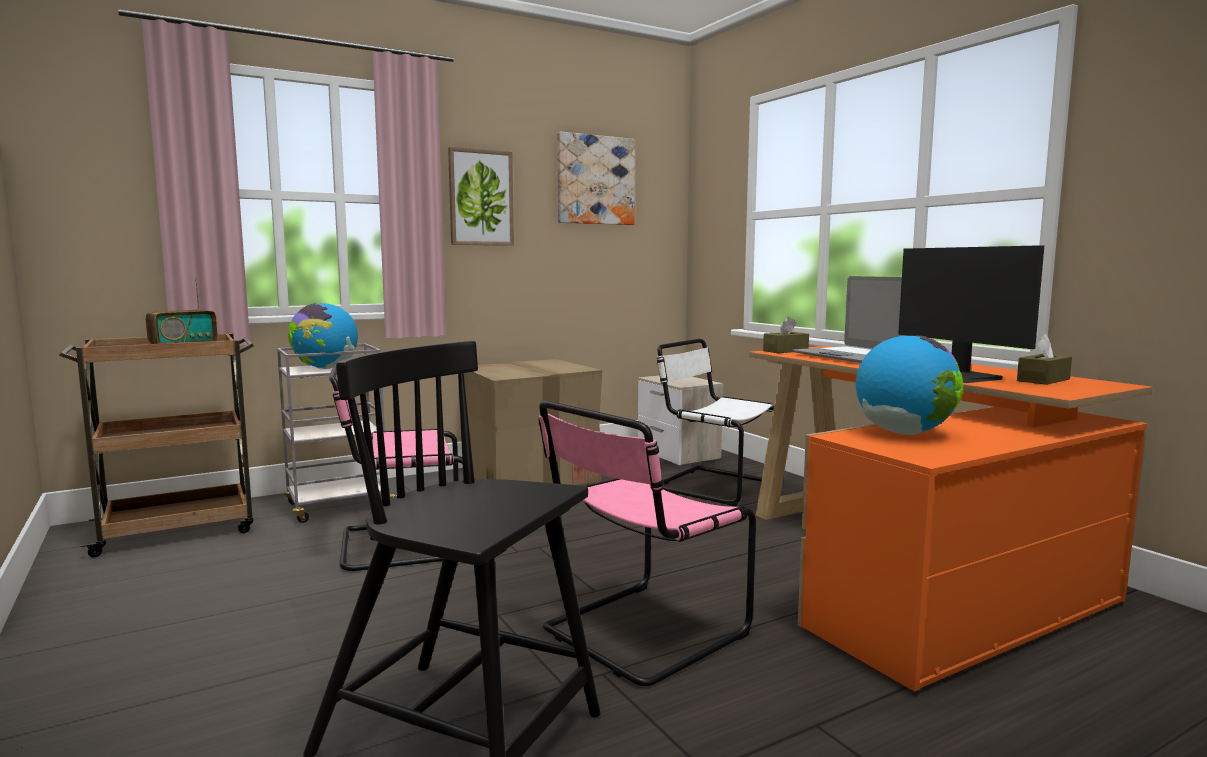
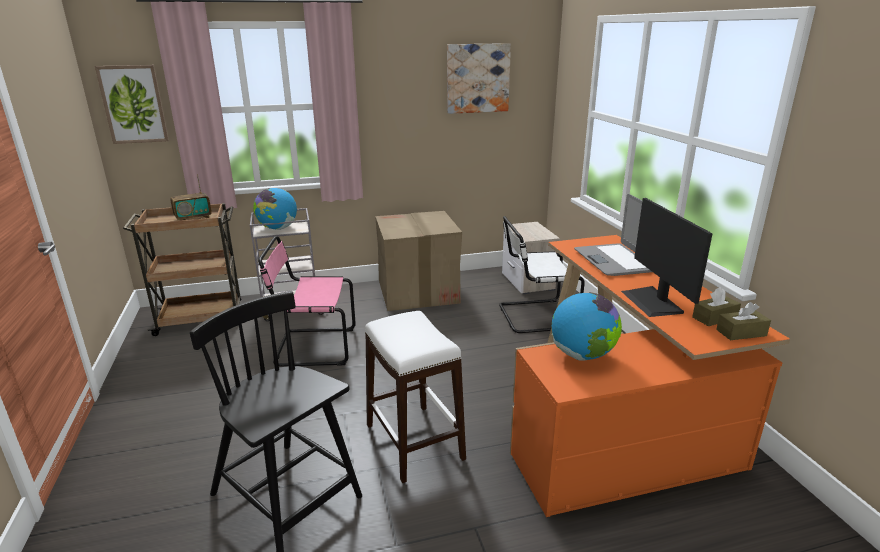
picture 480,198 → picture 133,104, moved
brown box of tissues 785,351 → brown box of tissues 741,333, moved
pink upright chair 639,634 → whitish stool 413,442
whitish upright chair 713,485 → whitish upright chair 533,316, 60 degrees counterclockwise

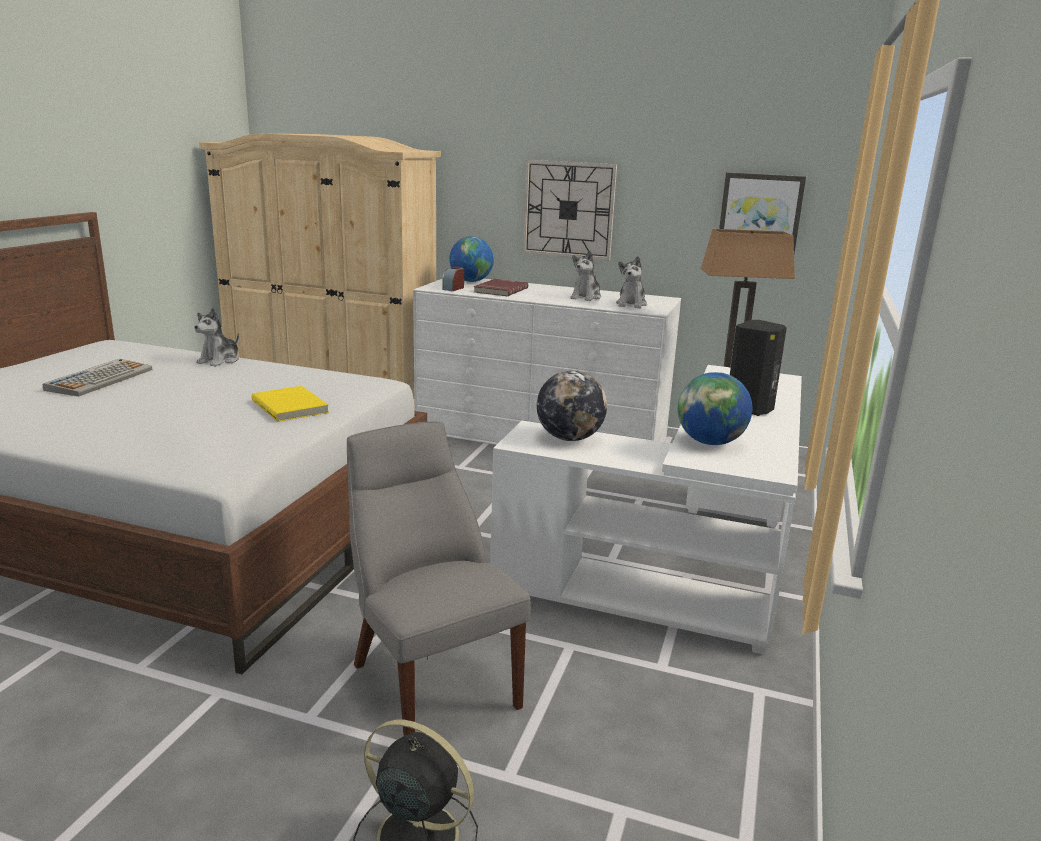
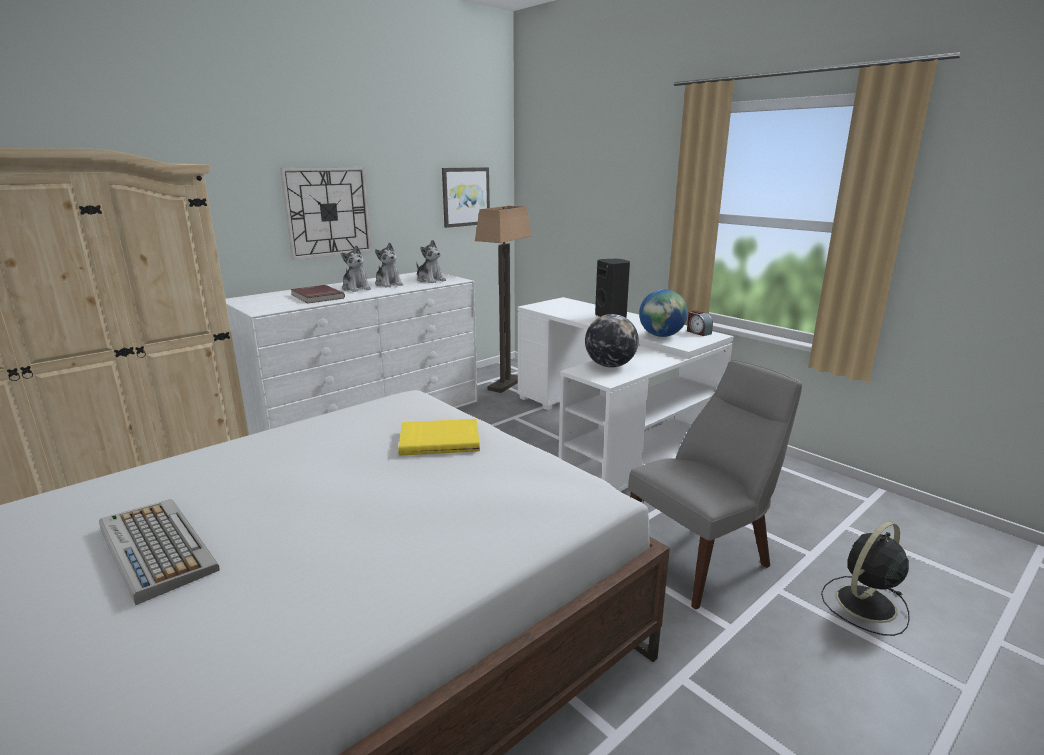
world globe 471,281 → -
plush toy 220,360 → plush toy 356,288, moved
table clock 453,288 → table clock 698,332, moved
greyish upright chair 430,681 → greyish upright chair 702,559, 150 degrees clockwise

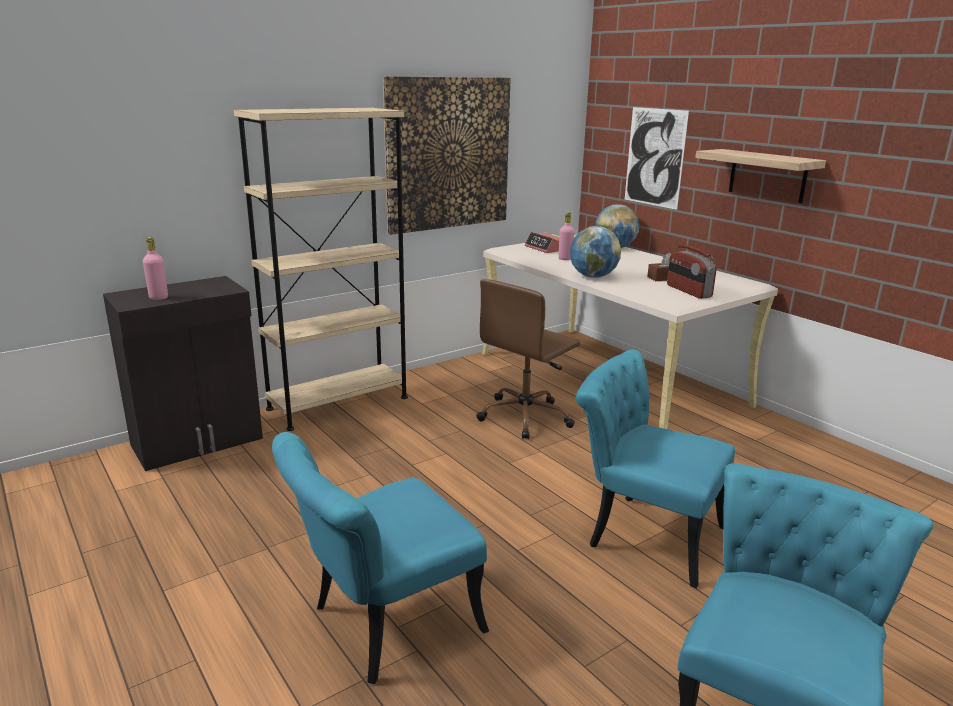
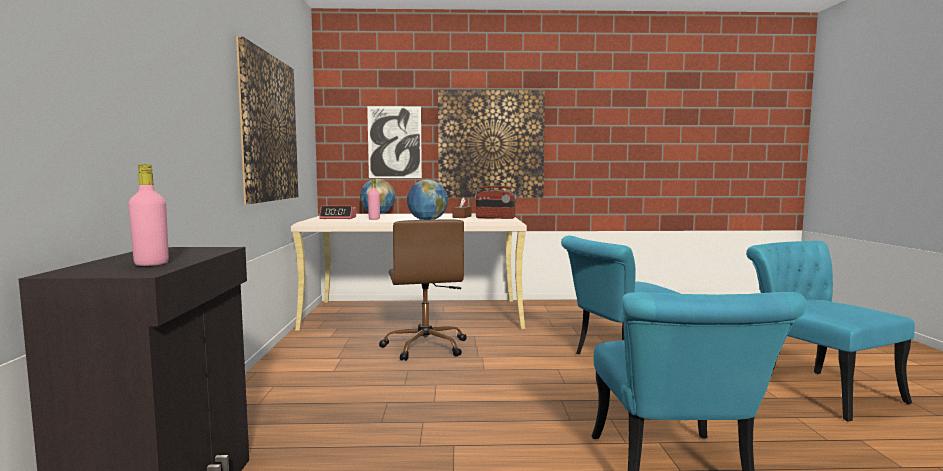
beige shelving unit 338,403 → -
bracket shelf 767,175 → picture 491,144

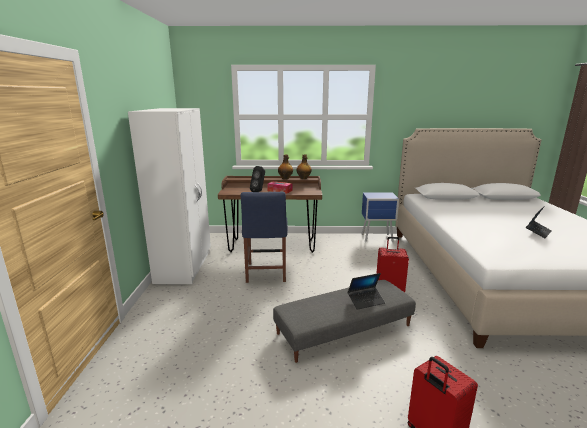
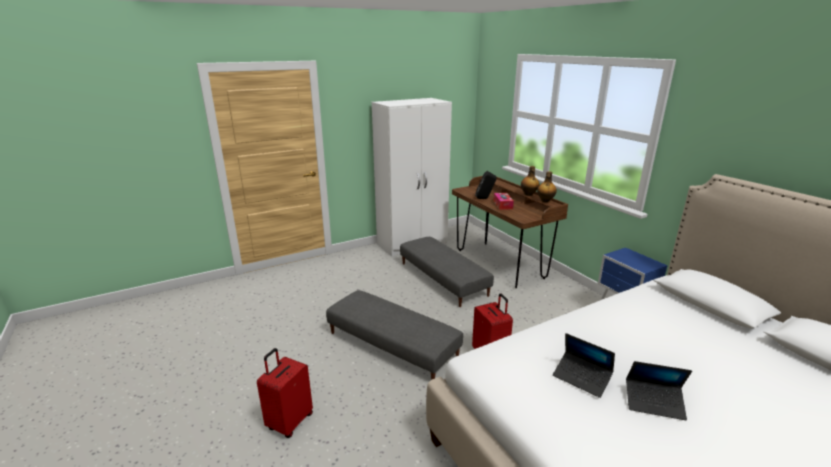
portable computer 366,301 → portable computer 581,378, moved
blue-coloured upright chair 266,273 → greyish ottoman 442,279

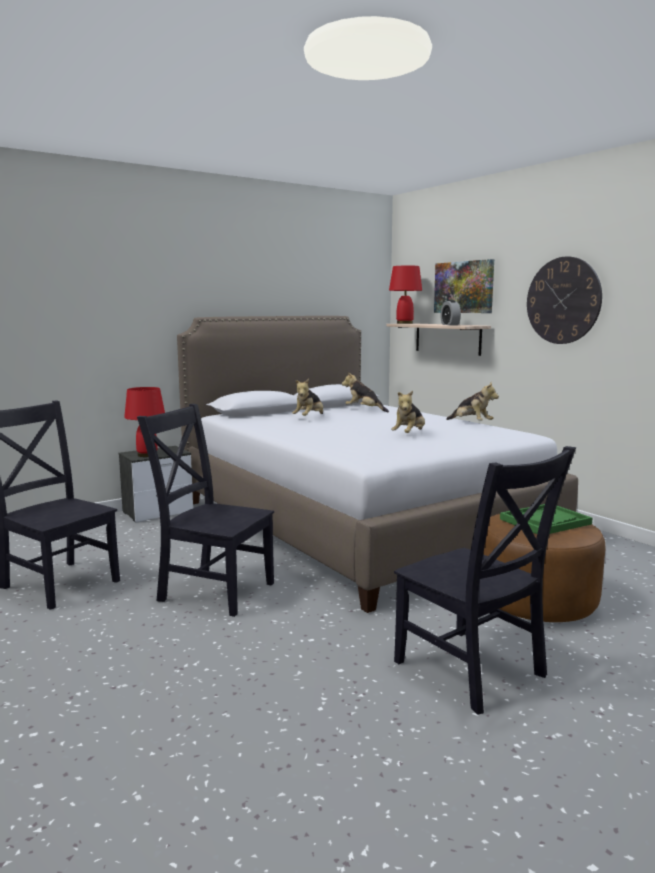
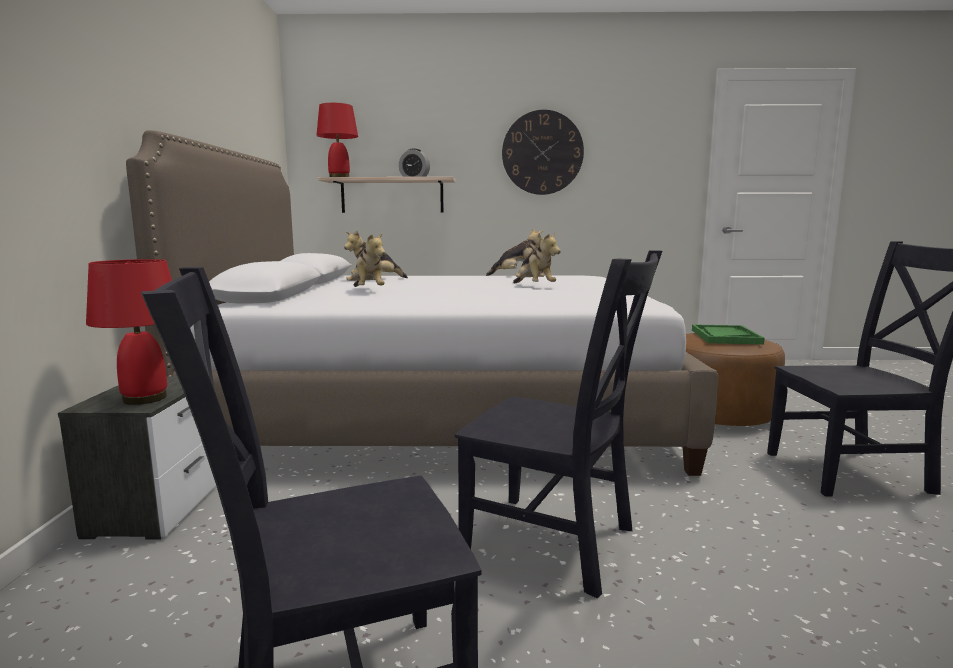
picture 464,287 → -
black upright chair 213,590 → black upright chair 556,544, 120 degrees counterclockwise

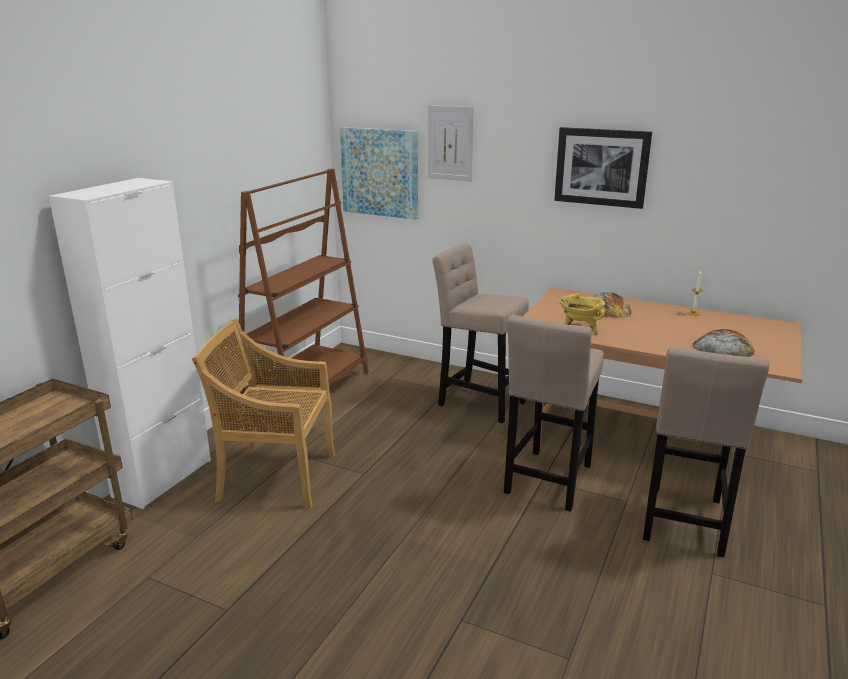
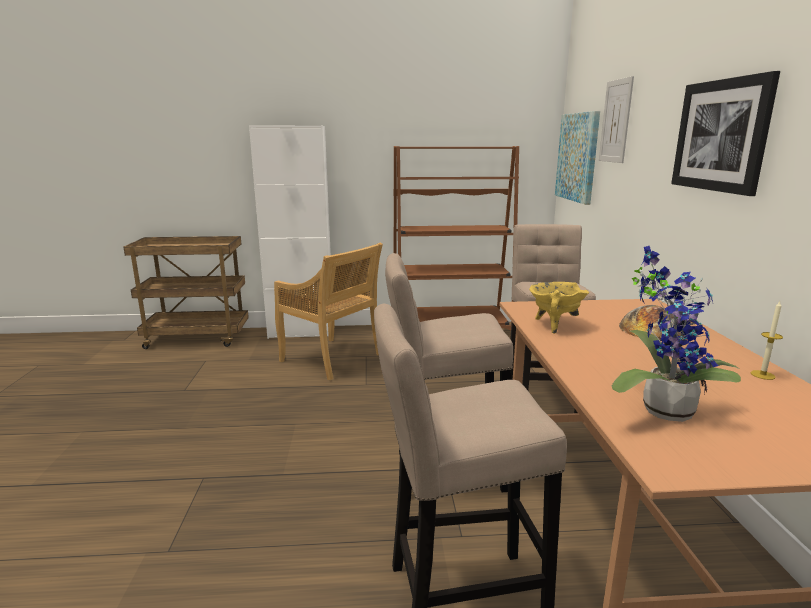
bakery bread 723,348 → potted plant 661,408
beige upright chair 275,476 → beige upright chair 332,359, 150 degrees clockwise

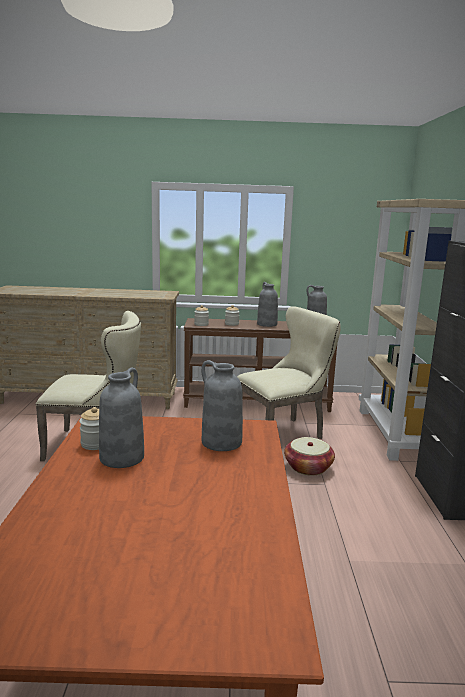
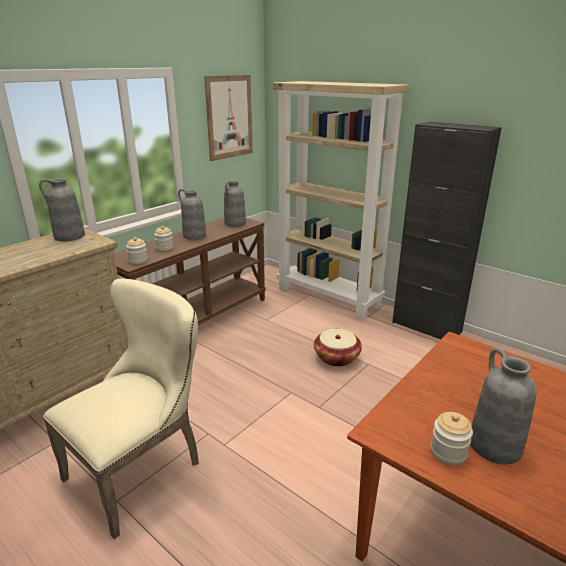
beige upright chair 284,433 → -
- → picture 229,117
greyish decorative vase 220,442 → greyish decorative vase 69,236, moved

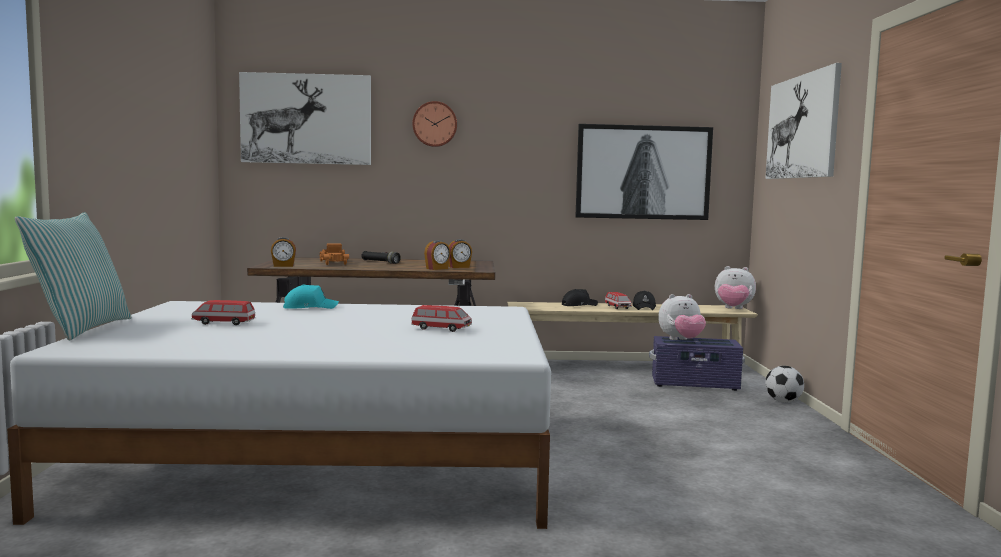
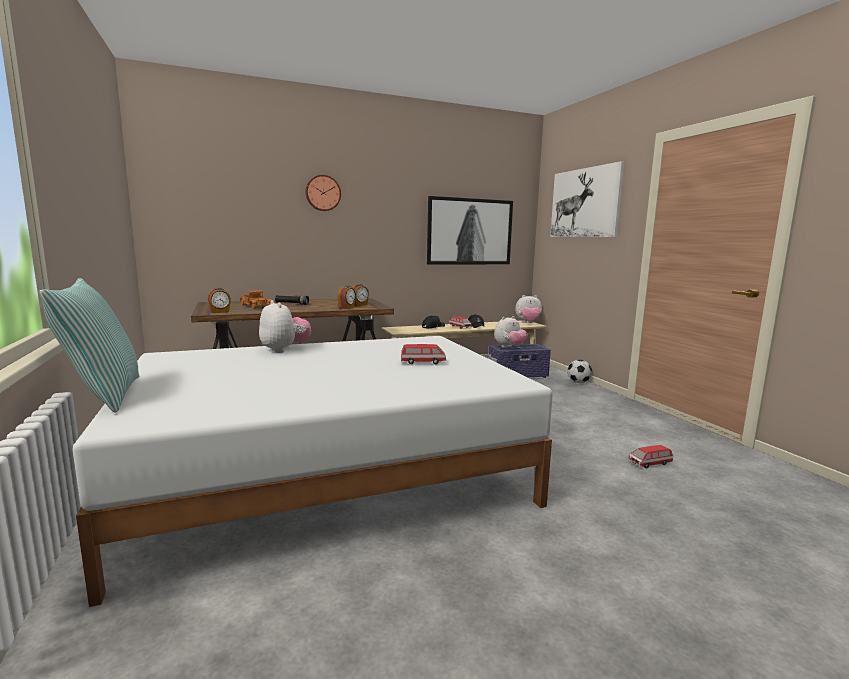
picture 306,119 → -
model car 224,323 → model car 649,463, moved
turquoise cap 309,307 → plush toy 284,350

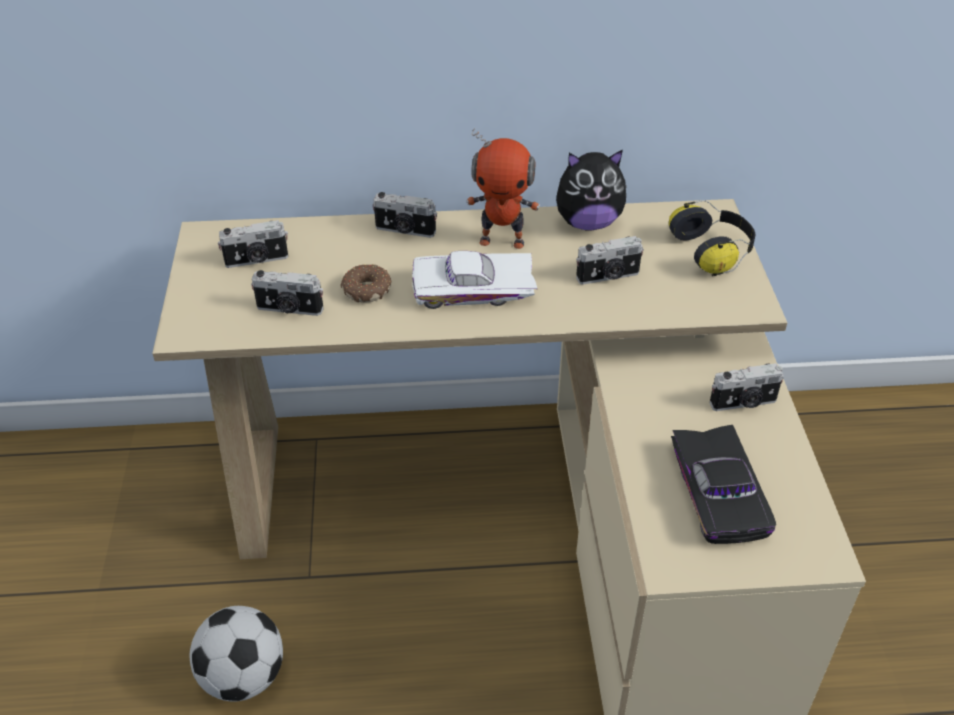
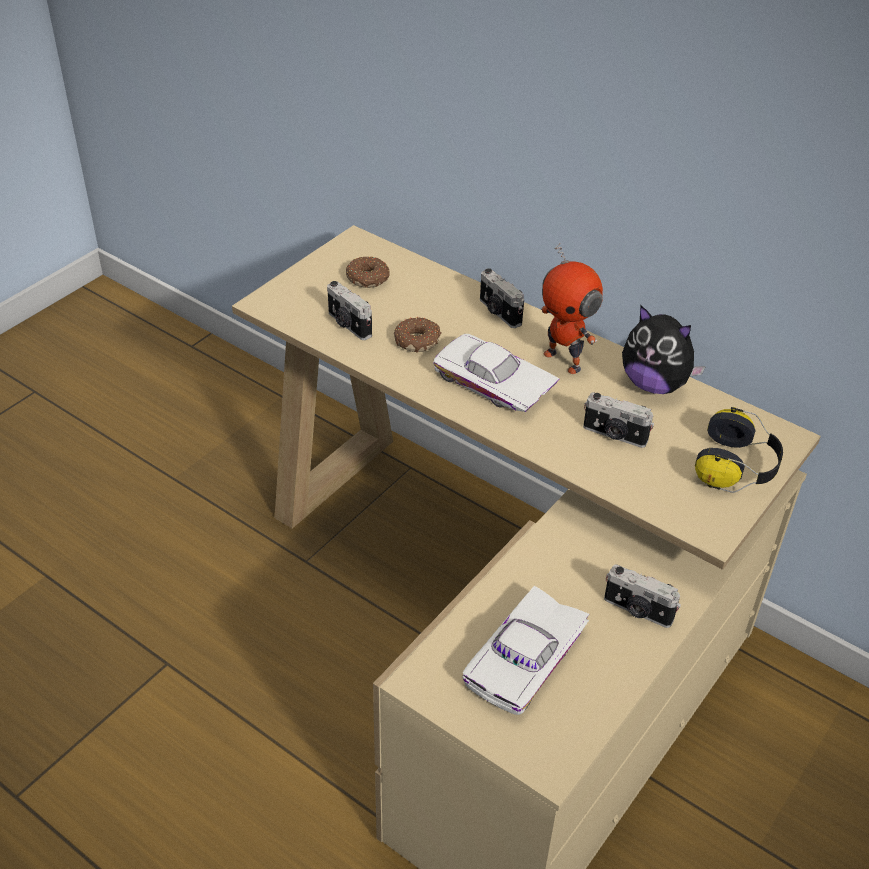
ball for football 243,678 → -
photo camera 257,260 → donut 368,278
black model car 722,492 → whitish model car 528,661

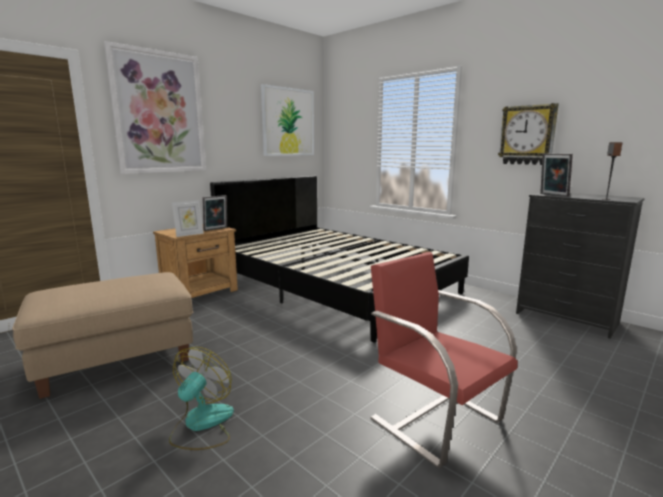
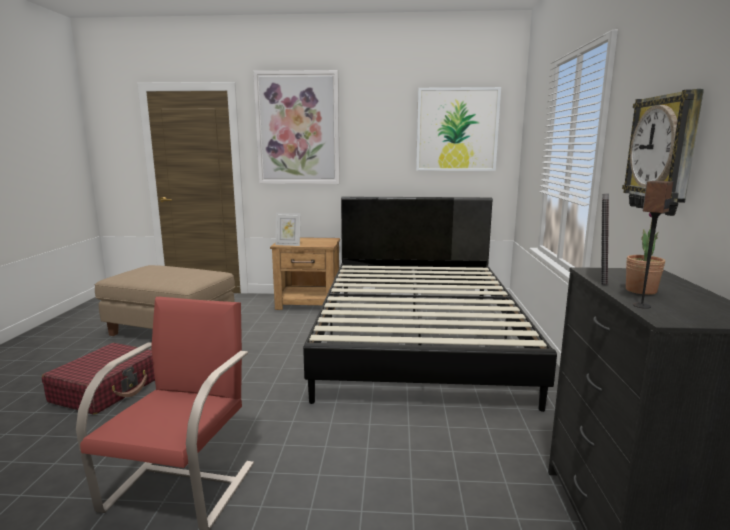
standing frame 216,229 → -
- → potted plant 641,290
electric fan 201,425 → red-coloured piece of luggage 108,389

